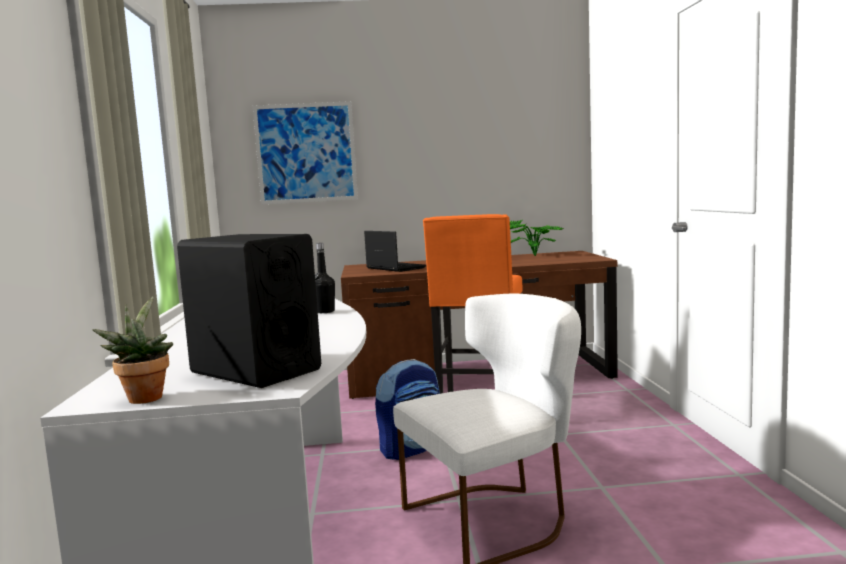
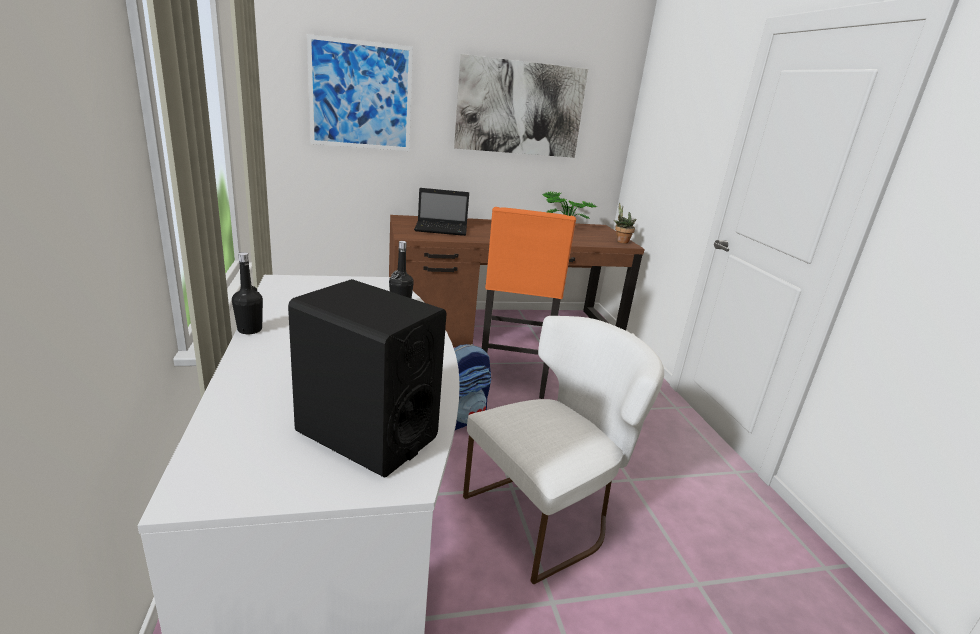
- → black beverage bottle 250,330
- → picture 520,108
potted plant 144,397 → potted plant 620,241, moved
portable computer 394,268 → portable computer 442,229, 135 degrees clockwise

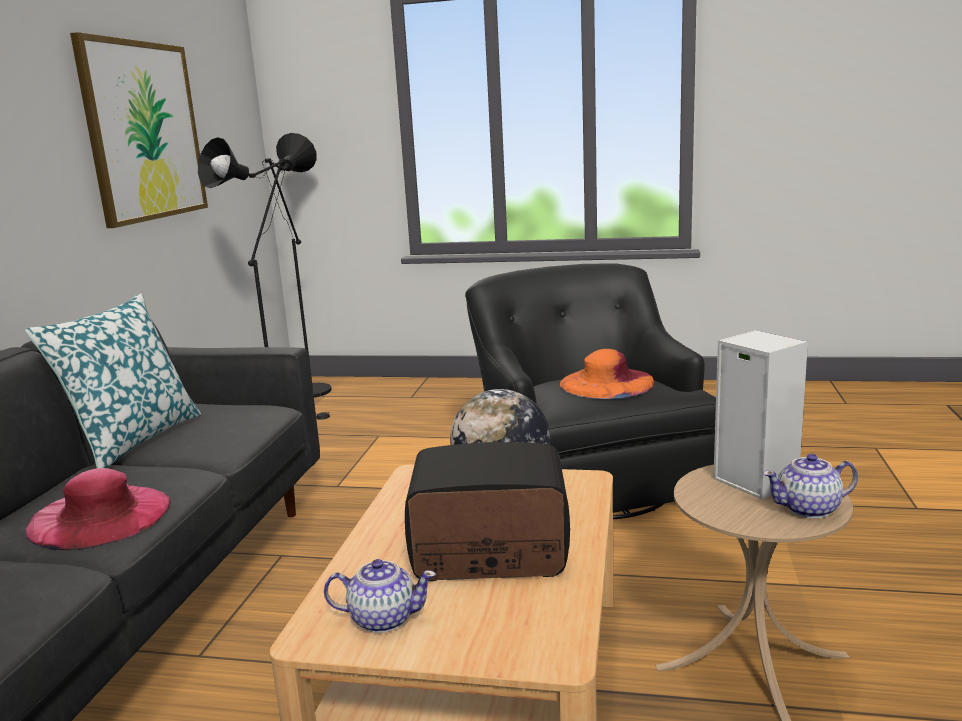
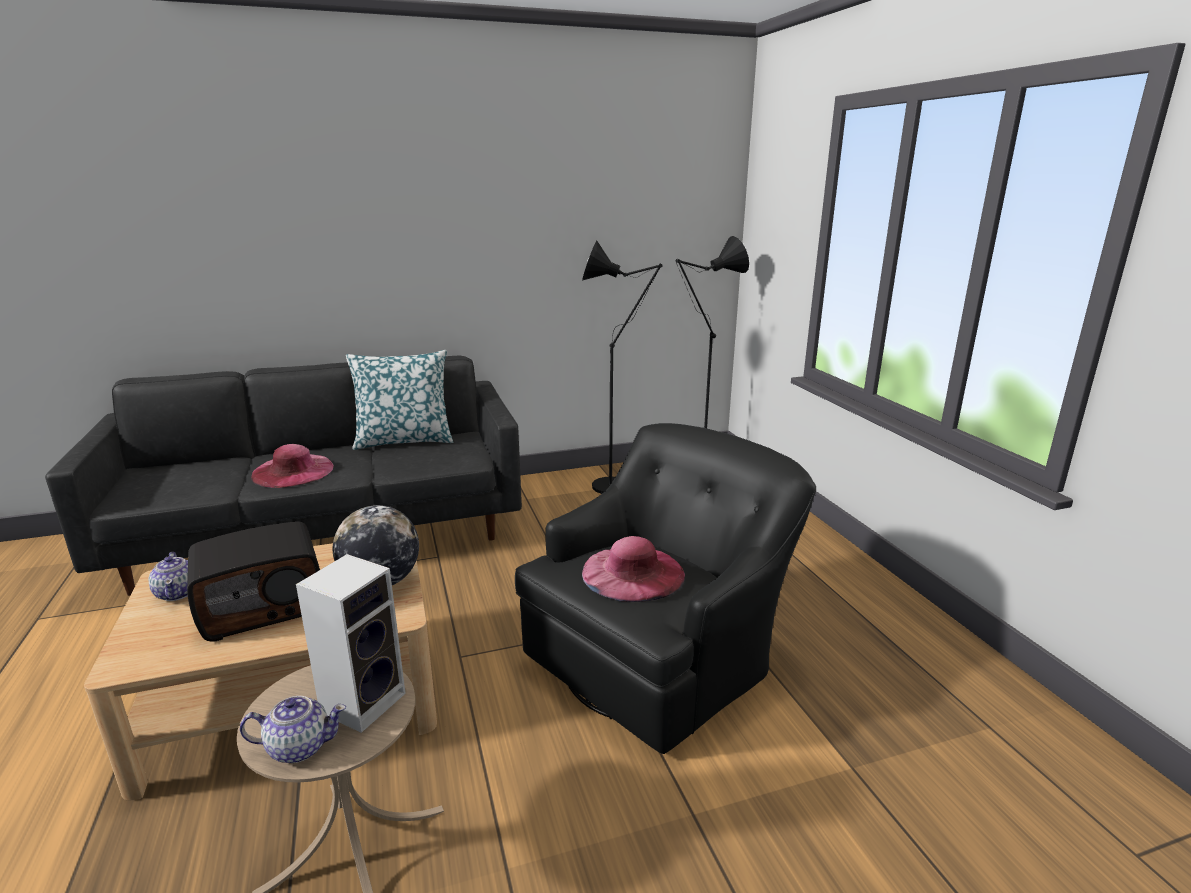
picture 144,131 → -
orange-coloured wearable hat 607,383 → pink wearable hat 633,573
radio 489,553 → radio 264,606, 90 degrees clockwise
tea pot 809,509 → tea pot 298,747, 120 degrees clockwise

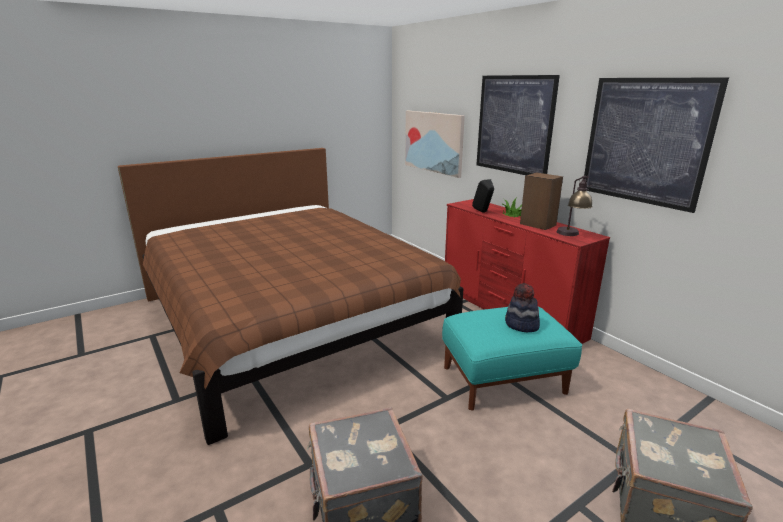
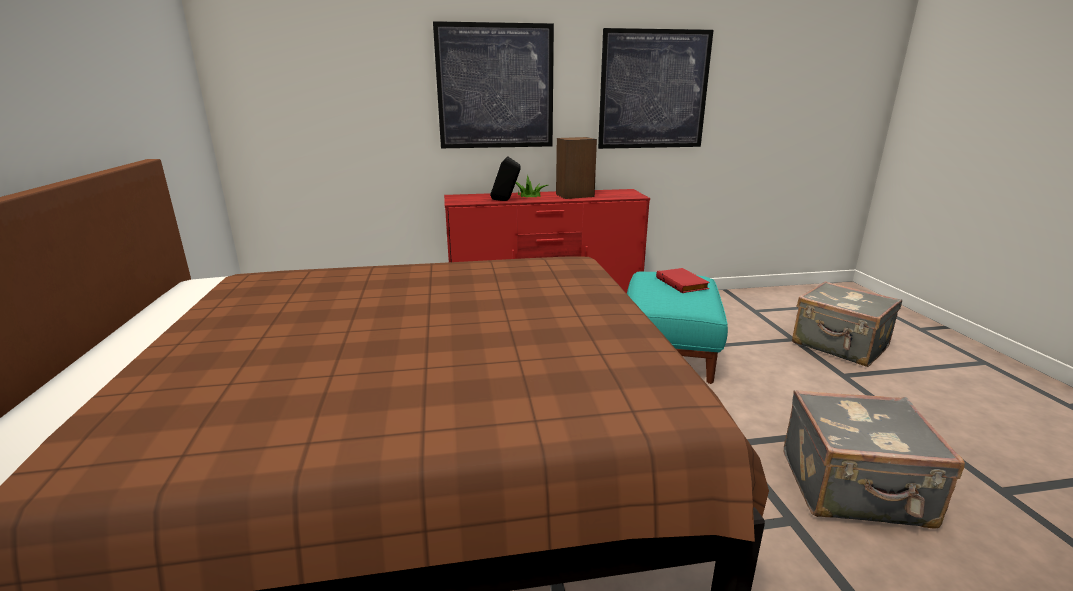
picture 434,142 → -
tabletop lamp 571,235 → -
wearable hat 521,325 → red-coloured bound book 683,283

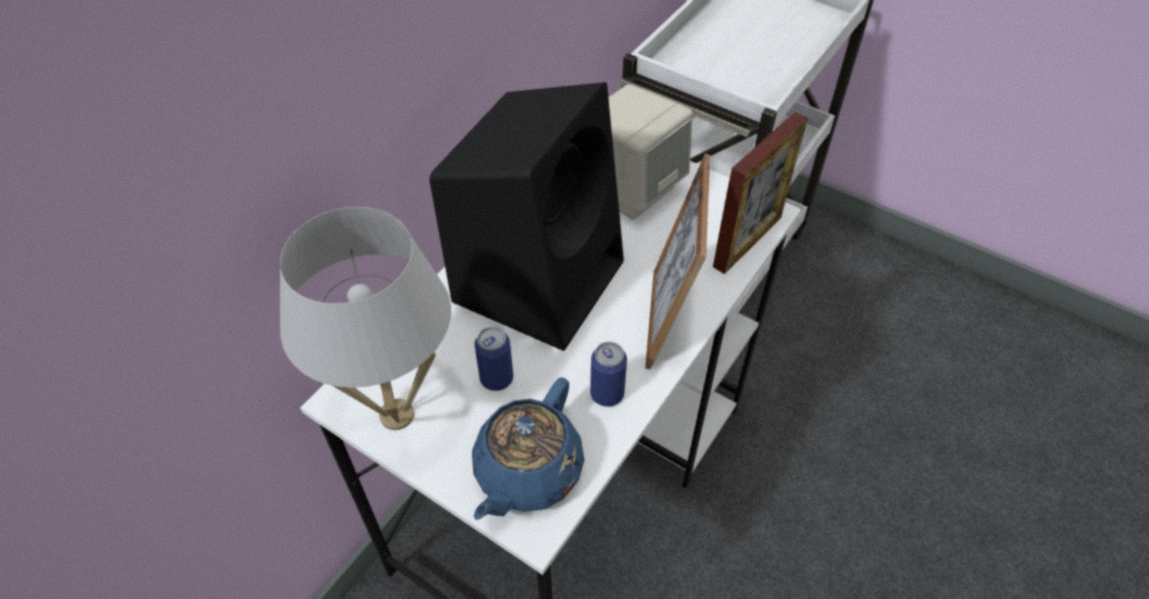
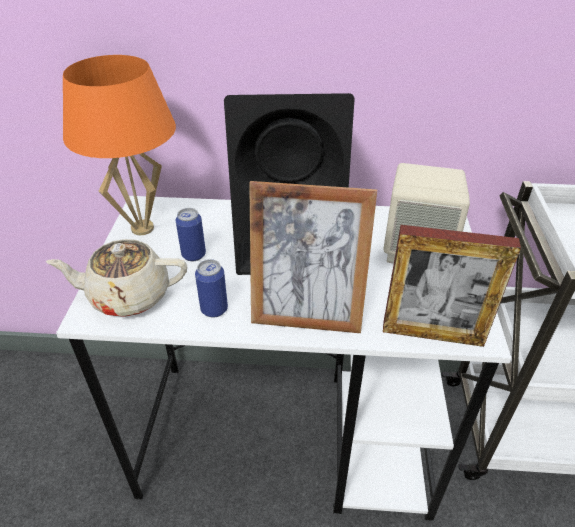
whitish tabletop lamp 397,416 → orange-coloured tabletop lamp 142,228
blue-coloured tea pot 527,472 → beige tea pot 128,296
standing frame 668,320 → standing frame 307,316, 150 degrees counterclockwise

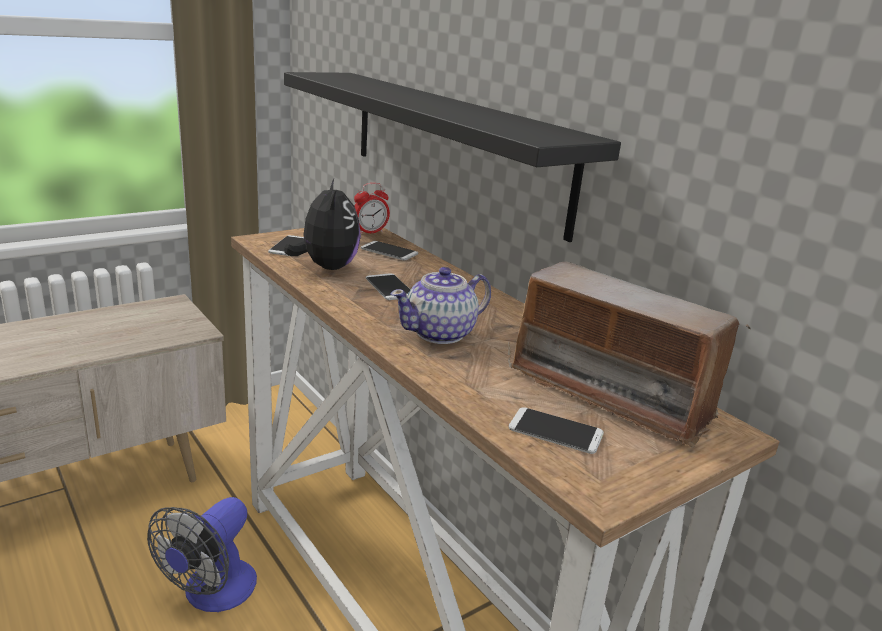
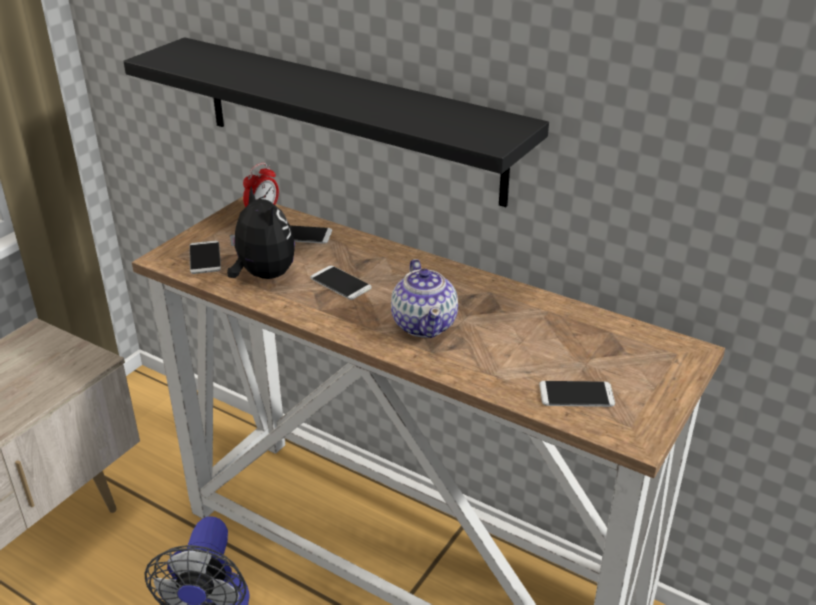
radio 610,394 → -
tea pot 441,333 → tea pot 424,324, 45 degrees counterclockwise

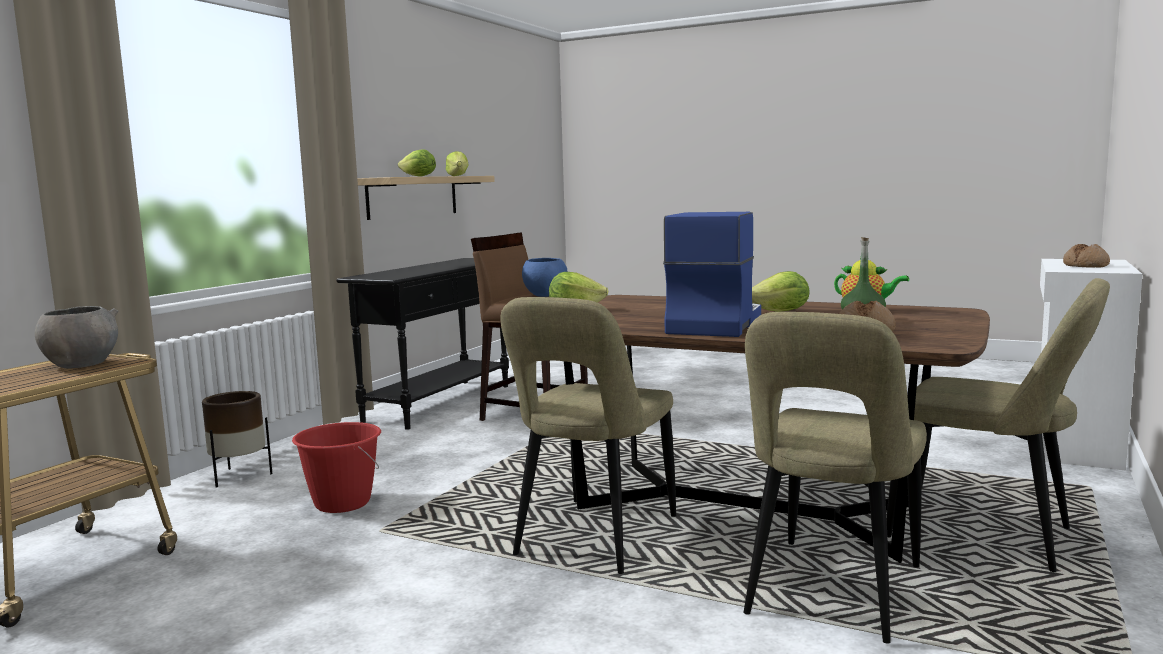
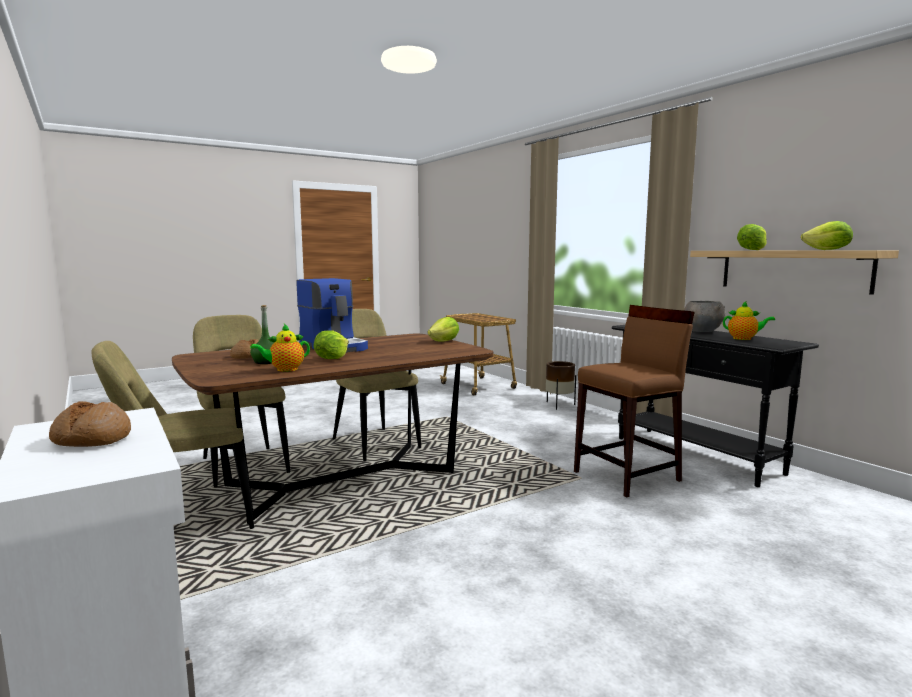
red-coloured bucket 342,503 → -
blue-coloured deep dish 545,295 → -
- → tea pot 744,339
greyish deep dish 81,364 → greyish deep dish 702,331, moved

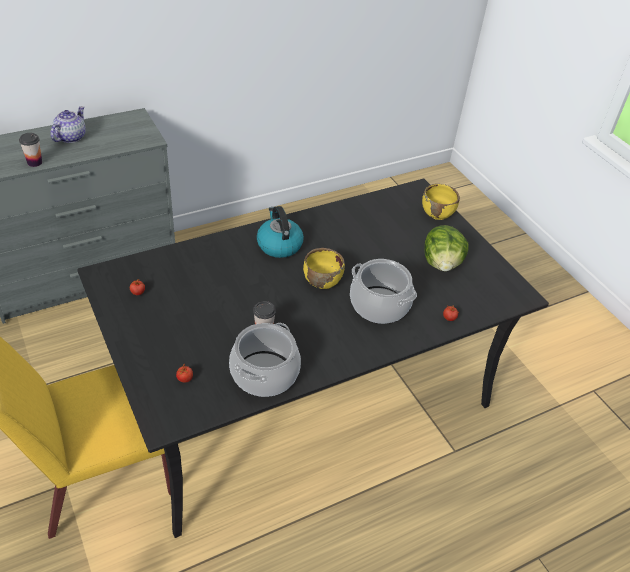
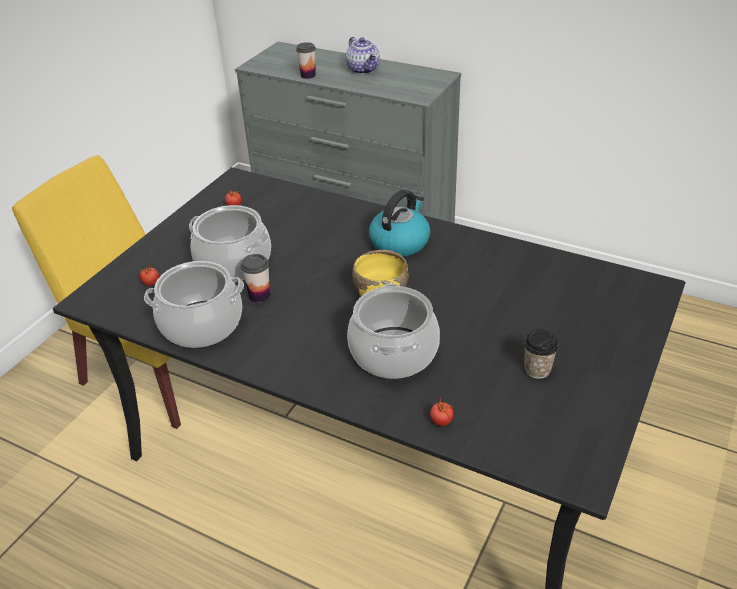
yellow-coloured deep dish 437,213 → -
- → saucepot 234,263
lettuce 442,264 → small cup 537,370
tea pot 70,137 → tea pot 364,69, 75 degrees clockwise

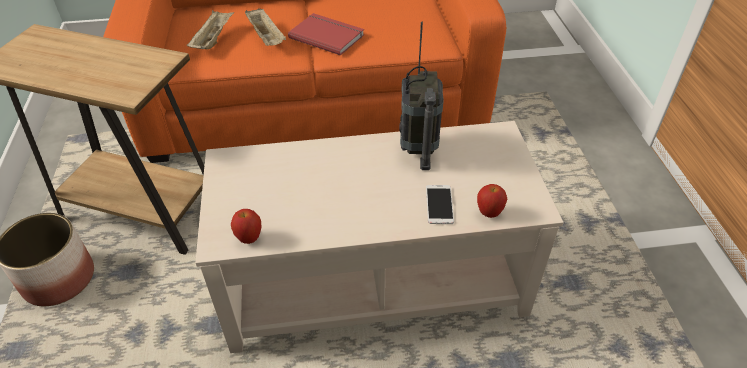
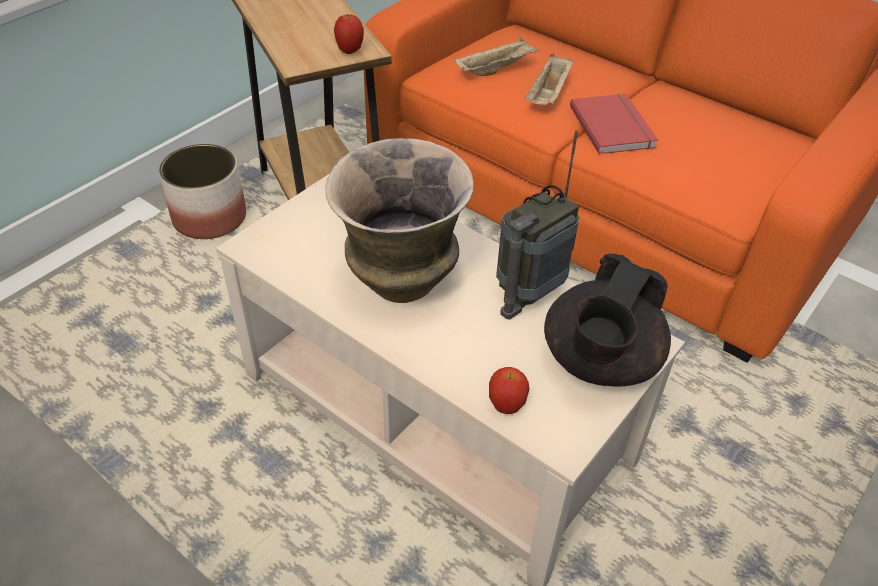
handset 439,204 → -
- → decorative vase 401,284
- → black tea pot 599,362
apple 249,238 → apple 350,51, moved

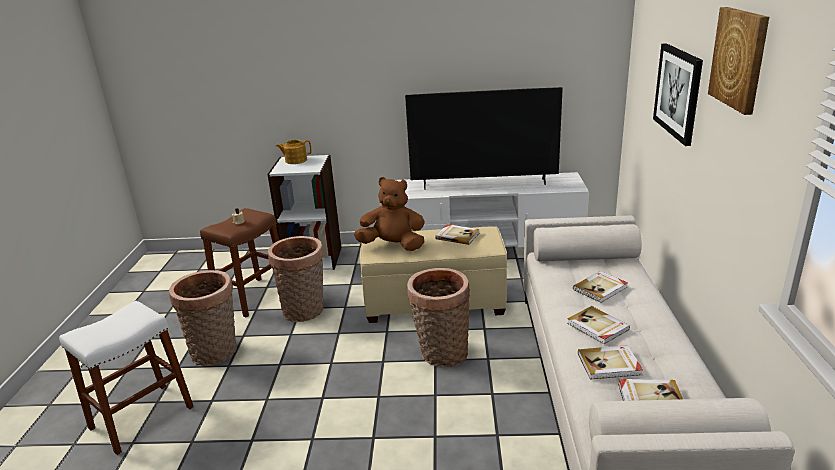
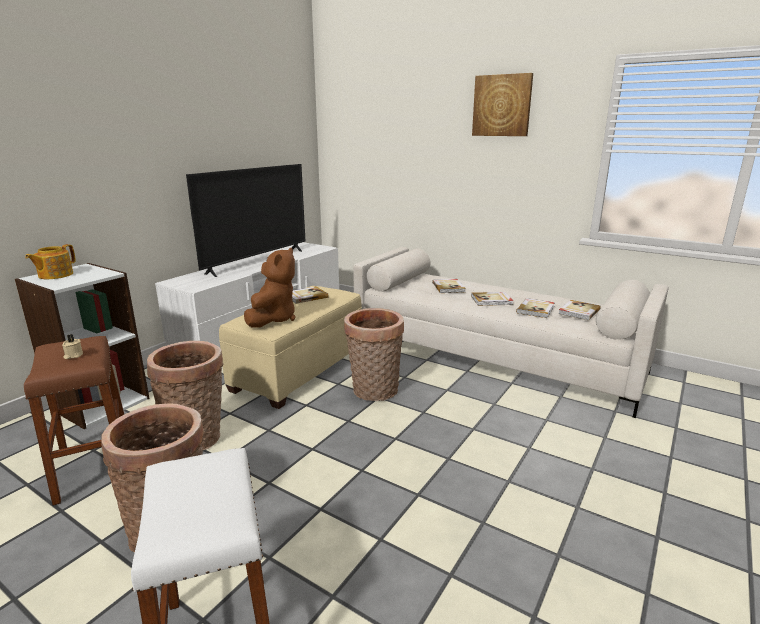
picture 678,92 → -
brown plush toy 393,246 → brown plush toy 273,319, 150 degrees clockwise

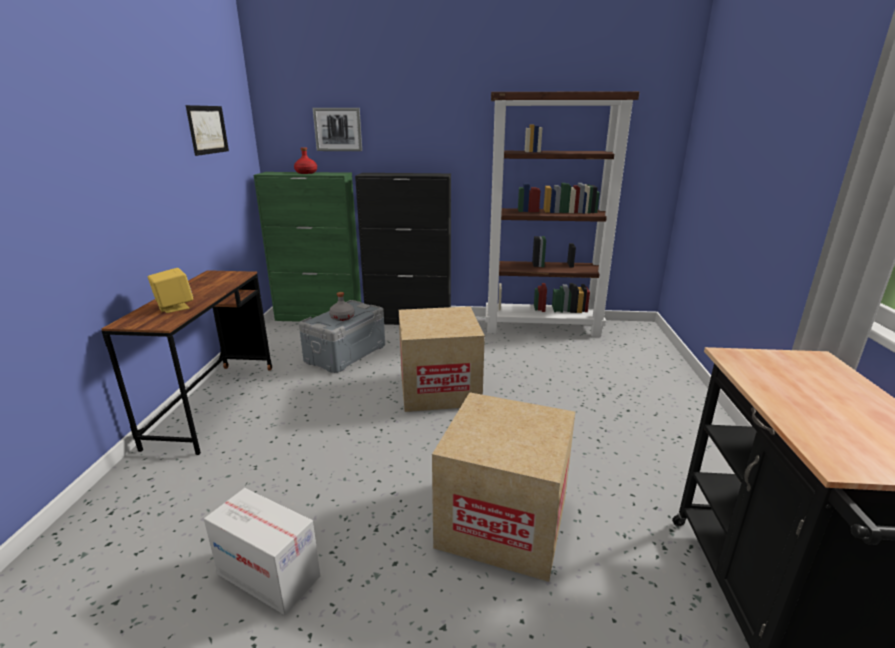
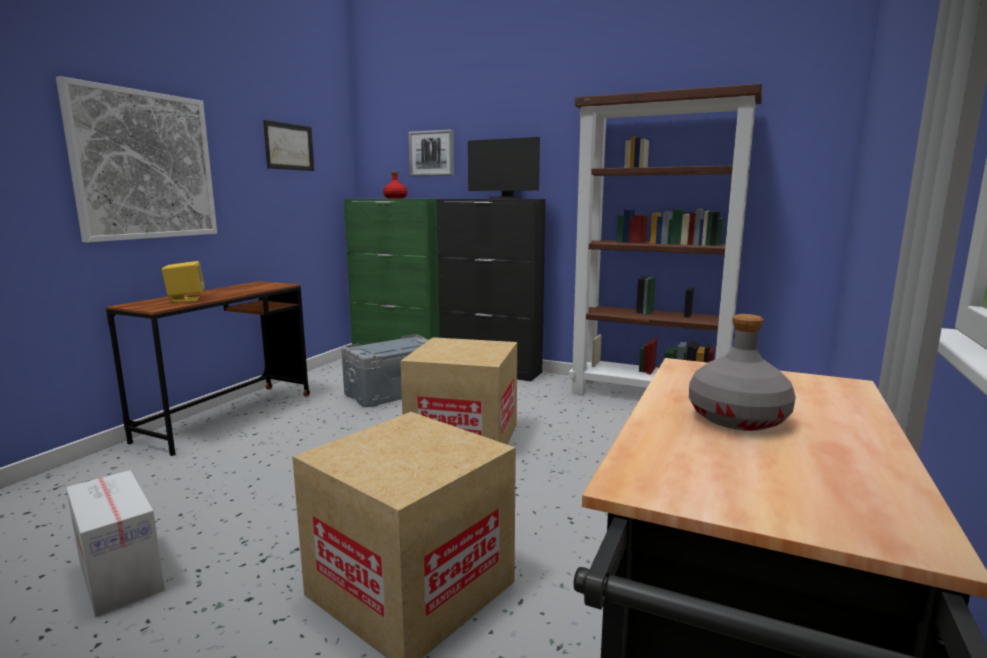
- → picture 145,165
- → computer display 503,198
greyish beverage bottle 342,318 → greyish beverage bottle 738,418, moved

